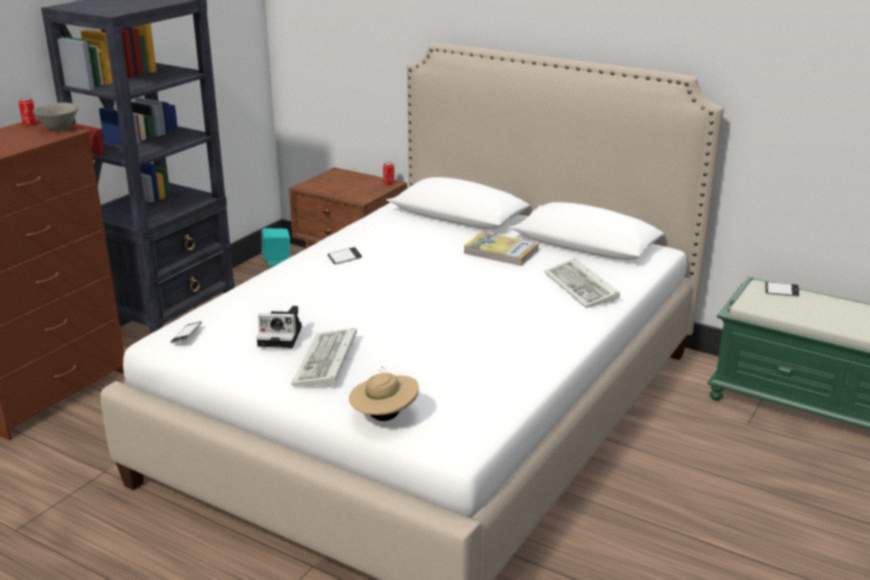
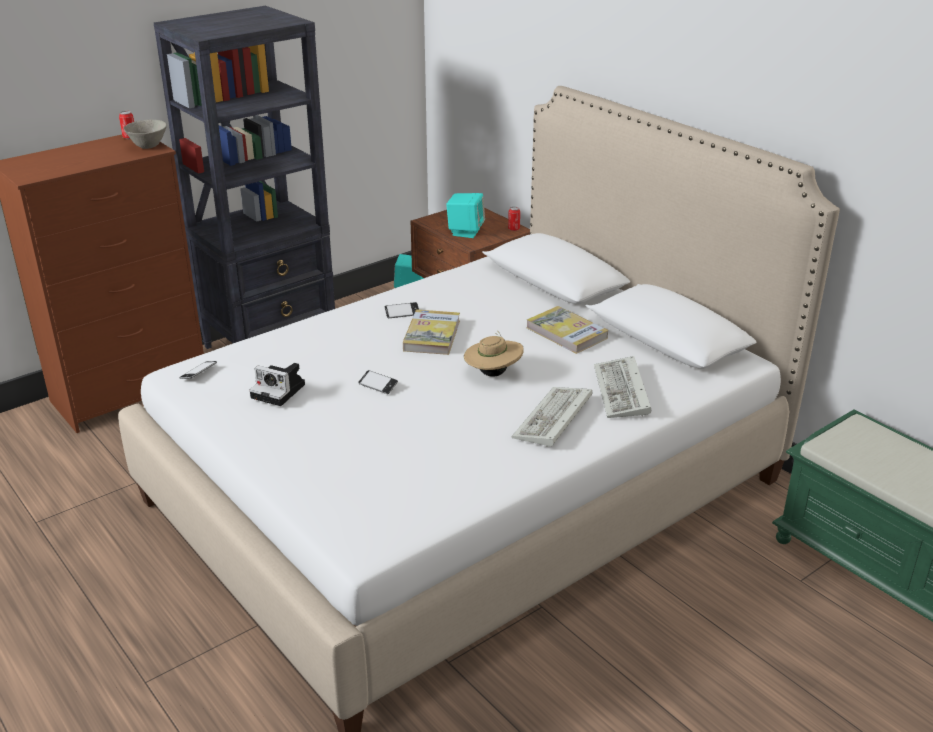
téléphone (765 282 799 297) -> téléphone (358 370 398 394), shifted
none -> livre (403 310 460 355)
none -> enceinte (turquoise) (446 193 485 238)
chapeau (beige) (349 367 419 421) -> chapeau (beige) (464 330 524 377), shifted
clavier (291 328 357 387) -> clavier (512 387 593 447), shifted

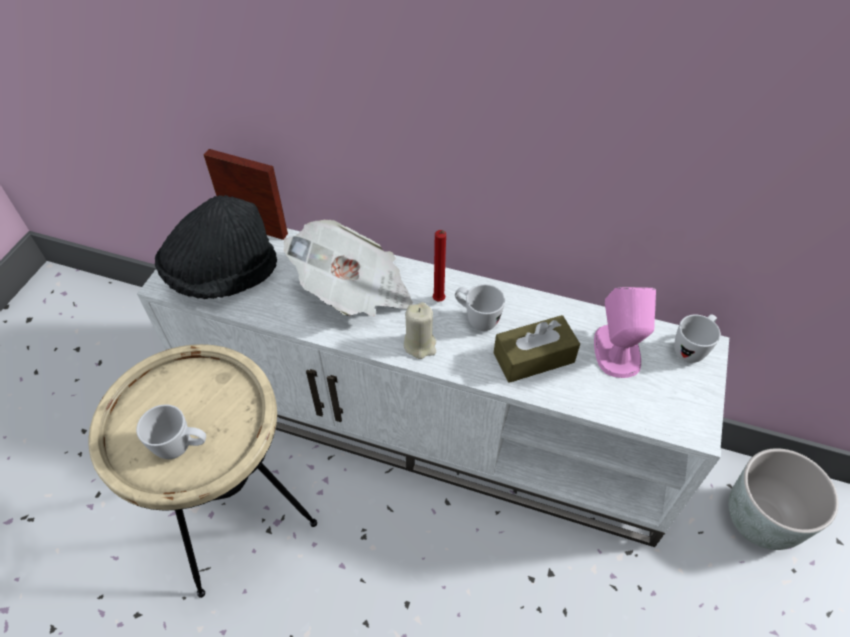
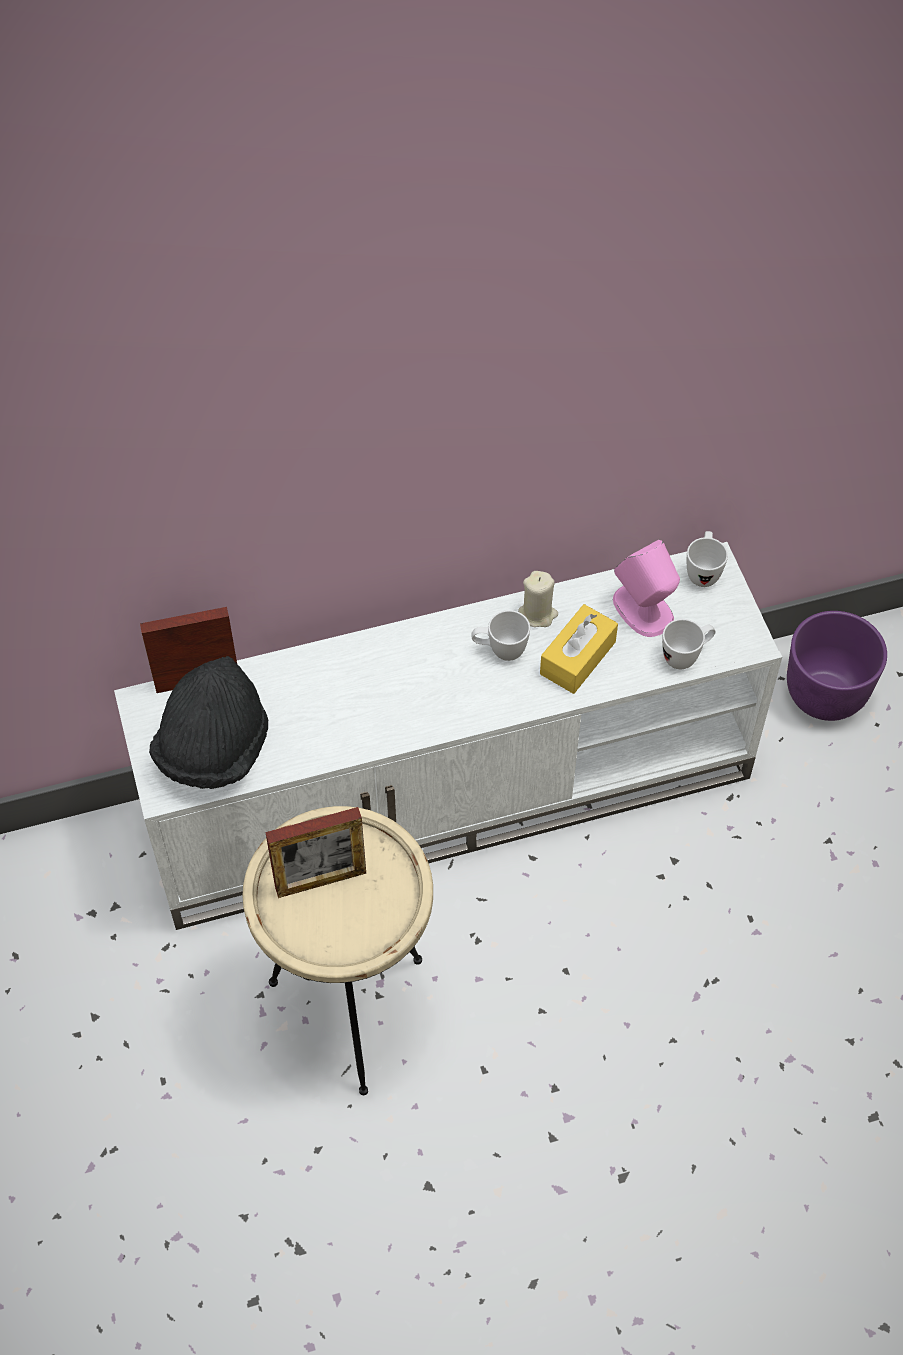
none -> cadre photo (265 807 366 898)
bougie (beige) (404 302 436 359) -> bougie (beige) (518 571 558 627), shifted
boîte à mouchoirs (marron) (494 315 580 383) -> boîte à mouchoirs (jaune) (540 604 618 694)
mug (blanc) (136 404 206 459) -> mug (blanc) (662 619 716 669), shifted
cache-pot (gris) (729 448 839 550) -> cache-pot (violet) (787 611 887 721)
journal (283 220 413 316) -> none
bougie (rouge) (433 230 446 302) -> none

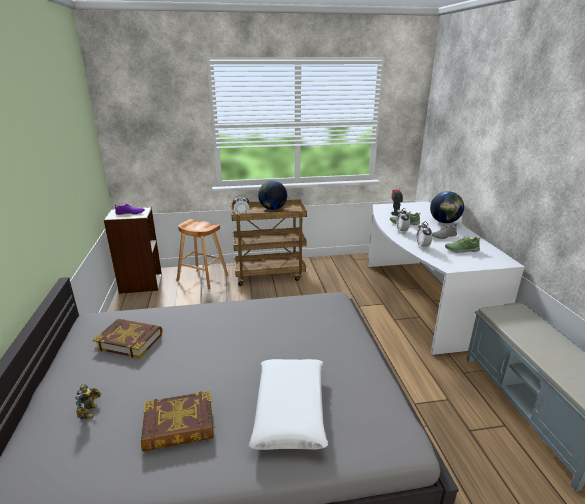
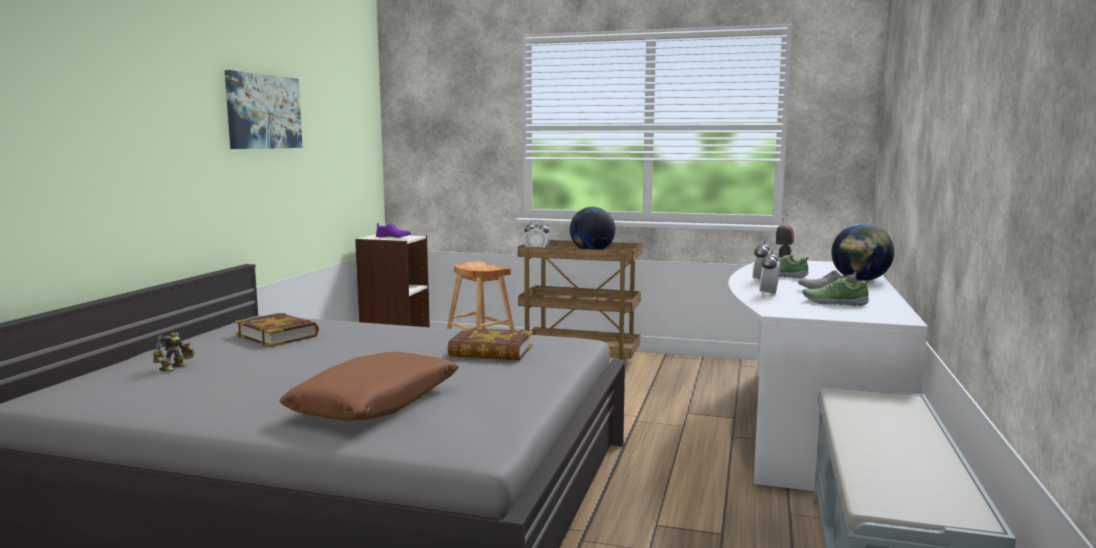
none -> tableau (225 70 303 149)
coussin (blanc) (249 359 328 450) -> coussin (marron) (280 351 459 420)
livre (141 391 214 451) -> livre (448 327 533 360), shifted

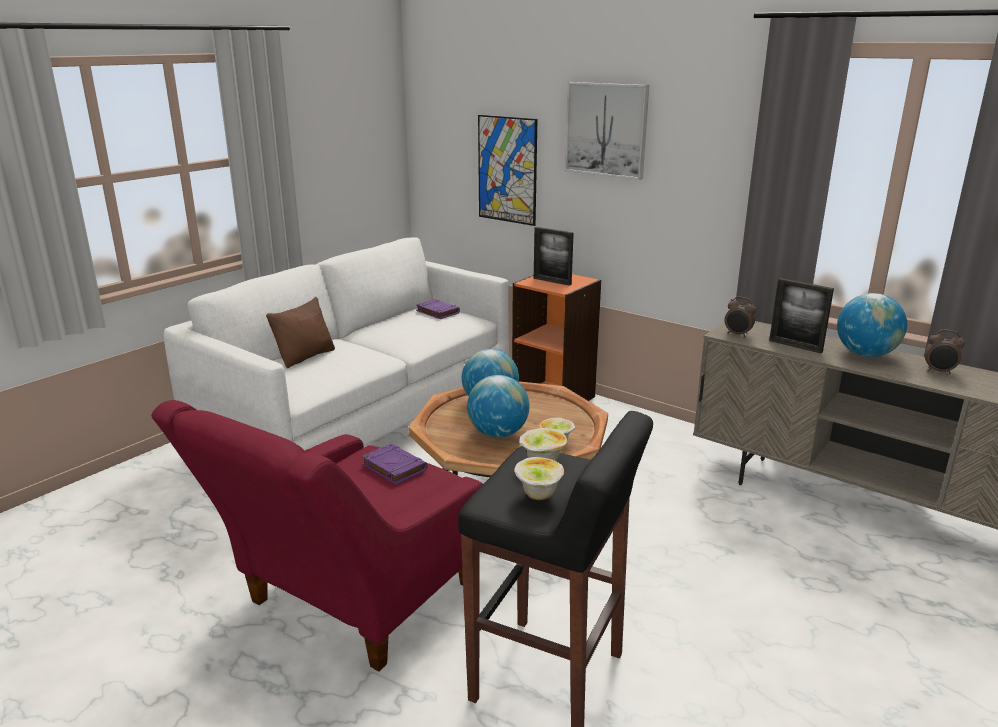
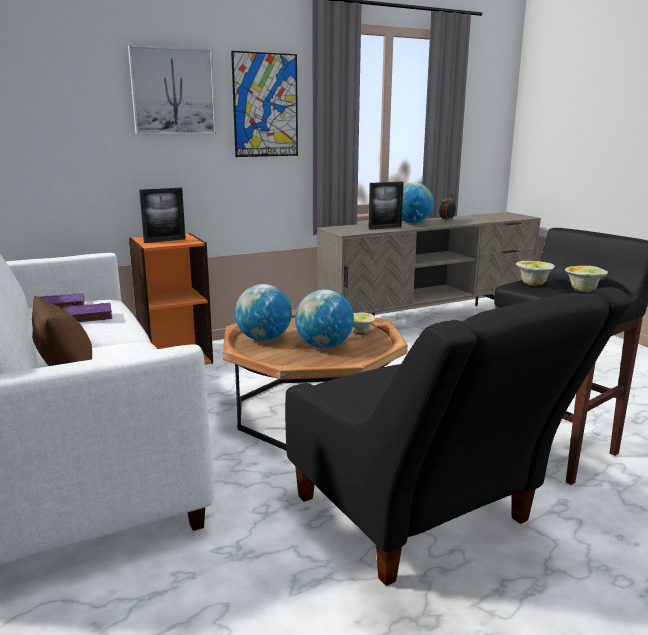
livre (violet) (362 443 428 485) -> livre (violet) (63 303 112 322), shifted
tableau (478 115 537 226) -> tableau (231 51 298 157), shifted
fauteuil (rouge) (151 400 483 671) -> fauteuil (noir) (285 287 632 586)
réveil (724 297 756 337) -> none

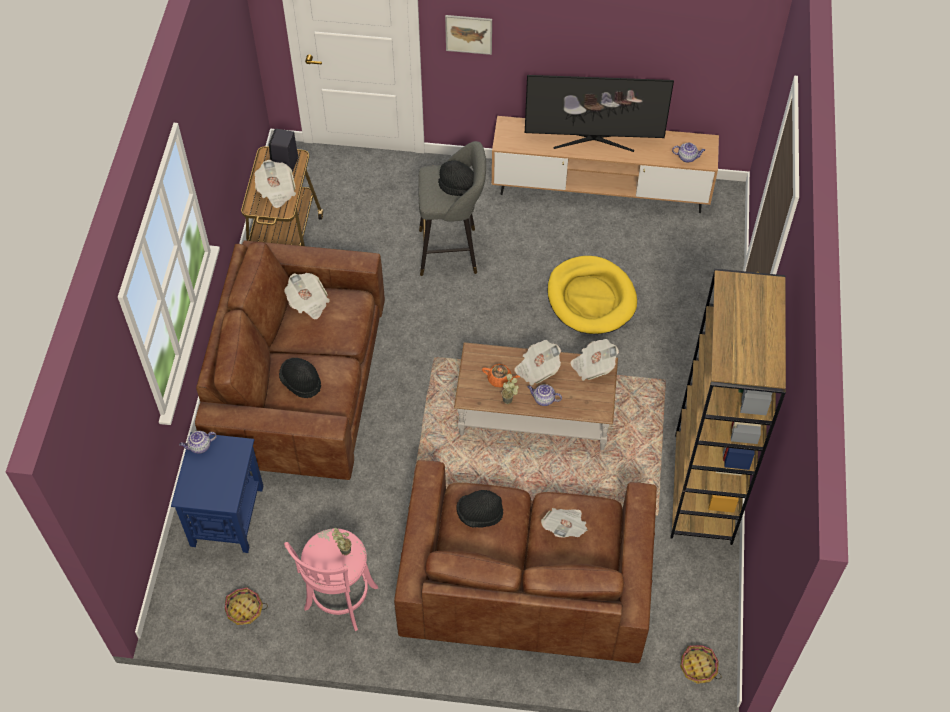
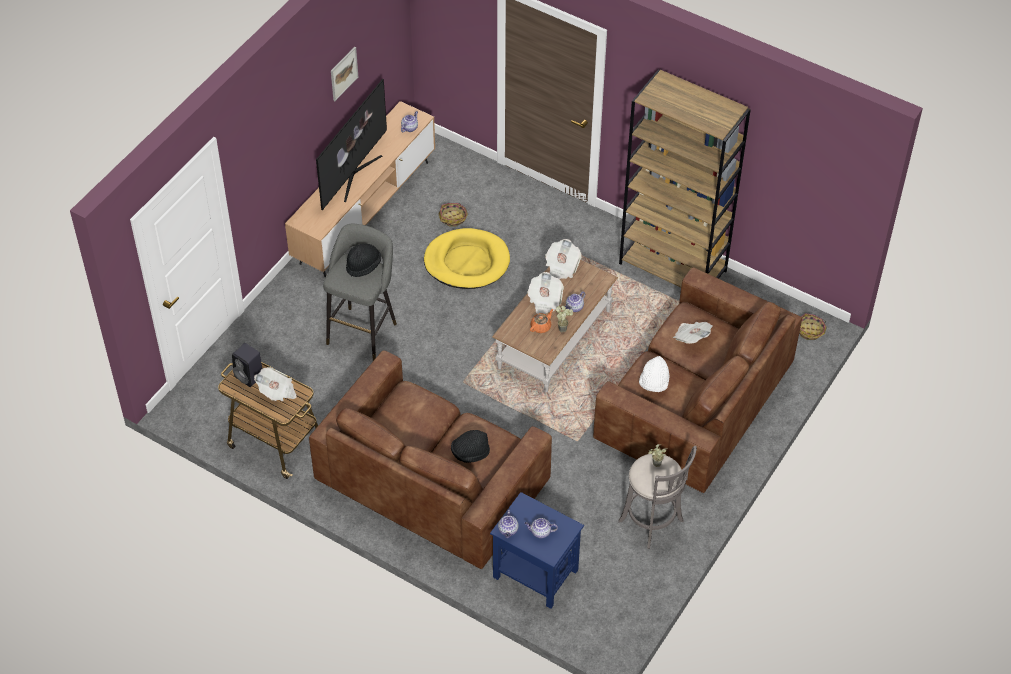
tableau (445 15 492 55) -> tableau (331 47 358 101), shifted
panier (225 587 268 625) -> panier (439 203 468 226), shifted
none -> théière (524 518 558 538)
tabouret (rose) (284 529 378 631) -> tabouret (gris) (618 446 697 549)
chapeau (noir) (456 490 503 528) -> chapeau (blanc) (639 356 670 392)
journal (284 273 330 319) -> none

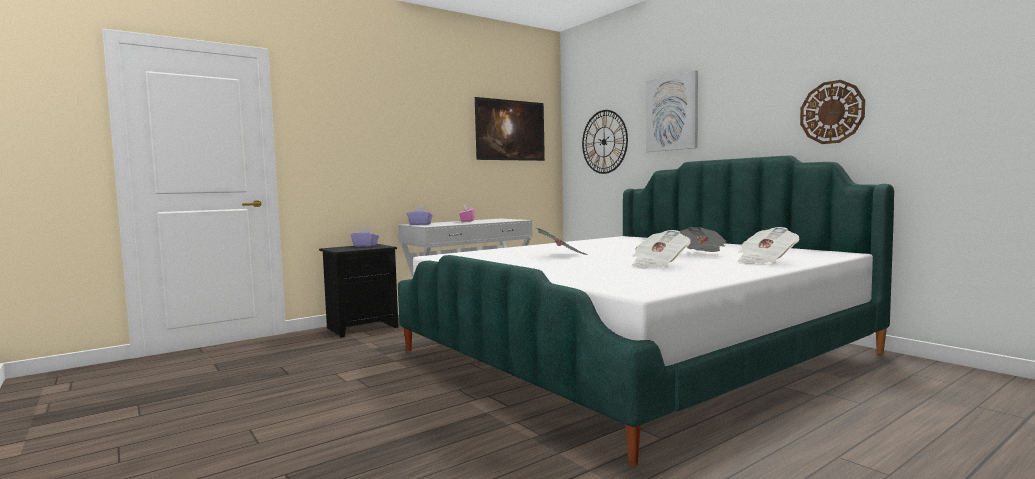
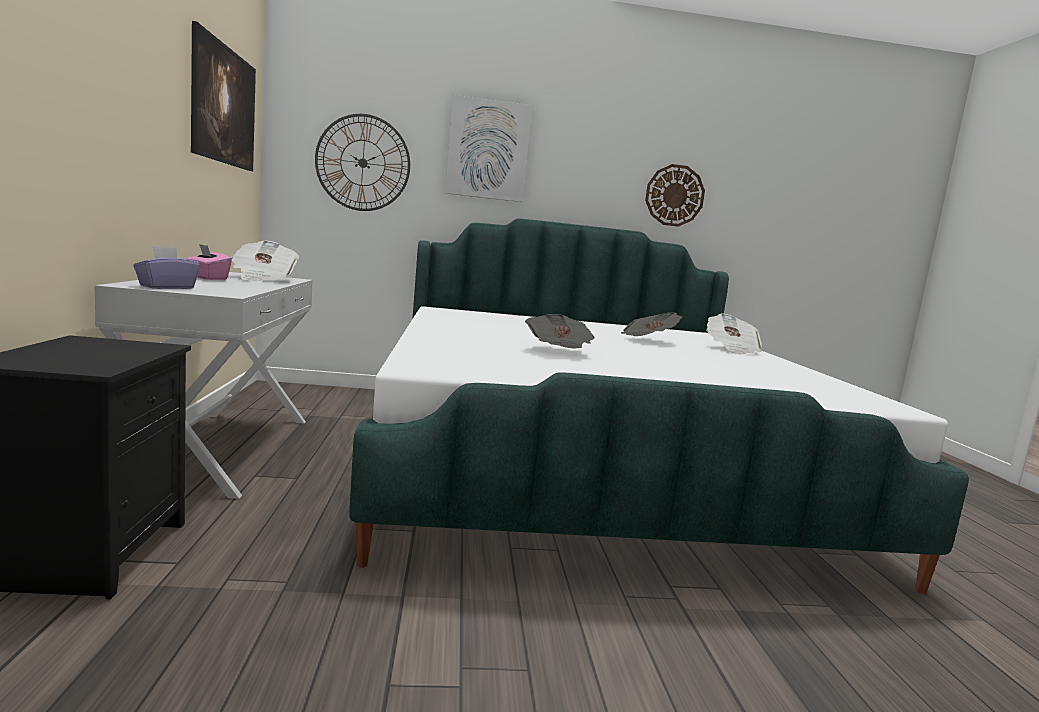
journal (632 230 691 269) -> journal (231 241 299 281), shifted
boîte à mouchoirs (violet) (351 227 379 247) -> none

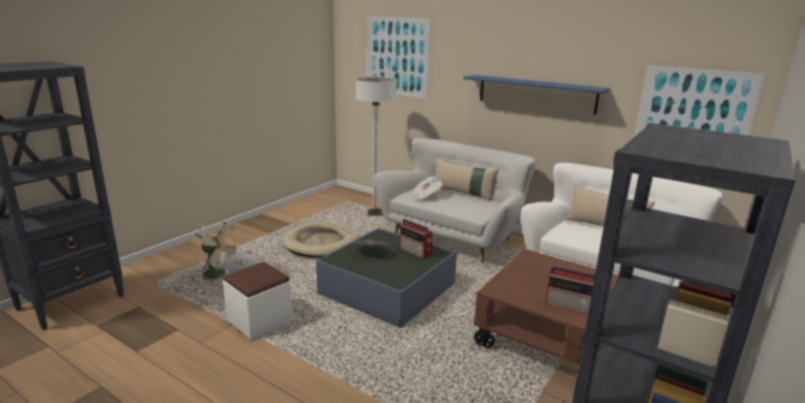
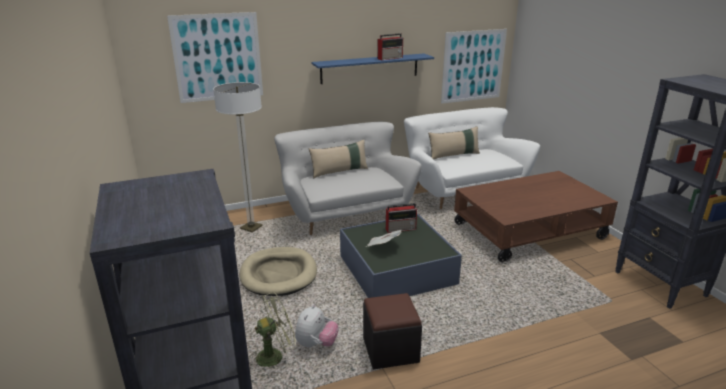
pouf (blanc) (223 262 293 340) -> pouf (noir) (363 293 422 369)
radio (545 266 595 315) -> radio (377 33 403 60), shifted
journal (408 176 443 200) -> none

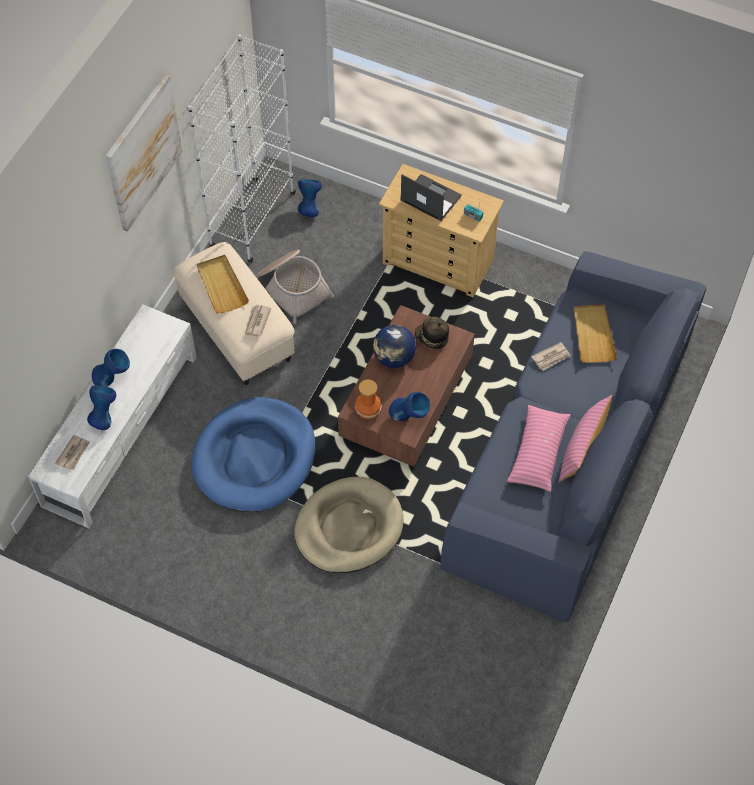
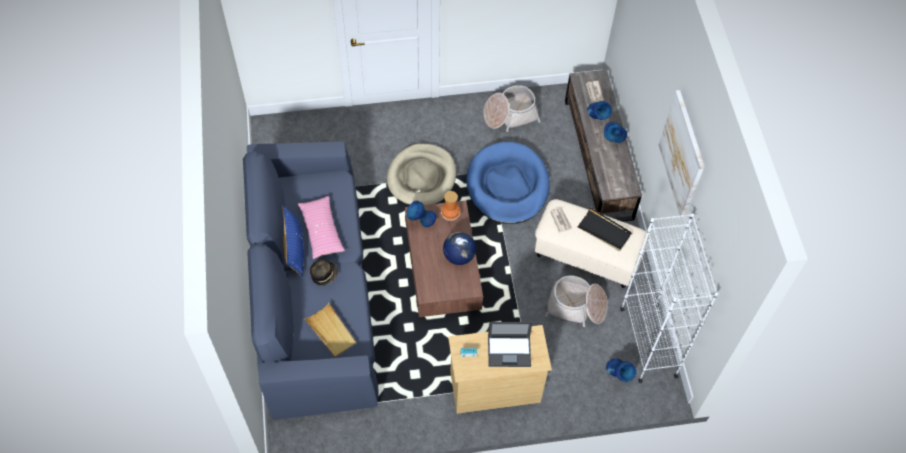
coussin (rose) (559 395 612 483) -> coussin (bleu) (282 205 304 277)
chapeau (415 317 449 349) -> chapeau (310 260 338 286), shifted
none -> panier (483 85 541 132)
meuble télé (blanc) (28 304 197 528) -> meuble télé (marron) (565 70 642 222)
plateau (beige) (197 255 249 314) -> plateau (noir) (577 207 632 251)
journal (531 342 571 371) -> none

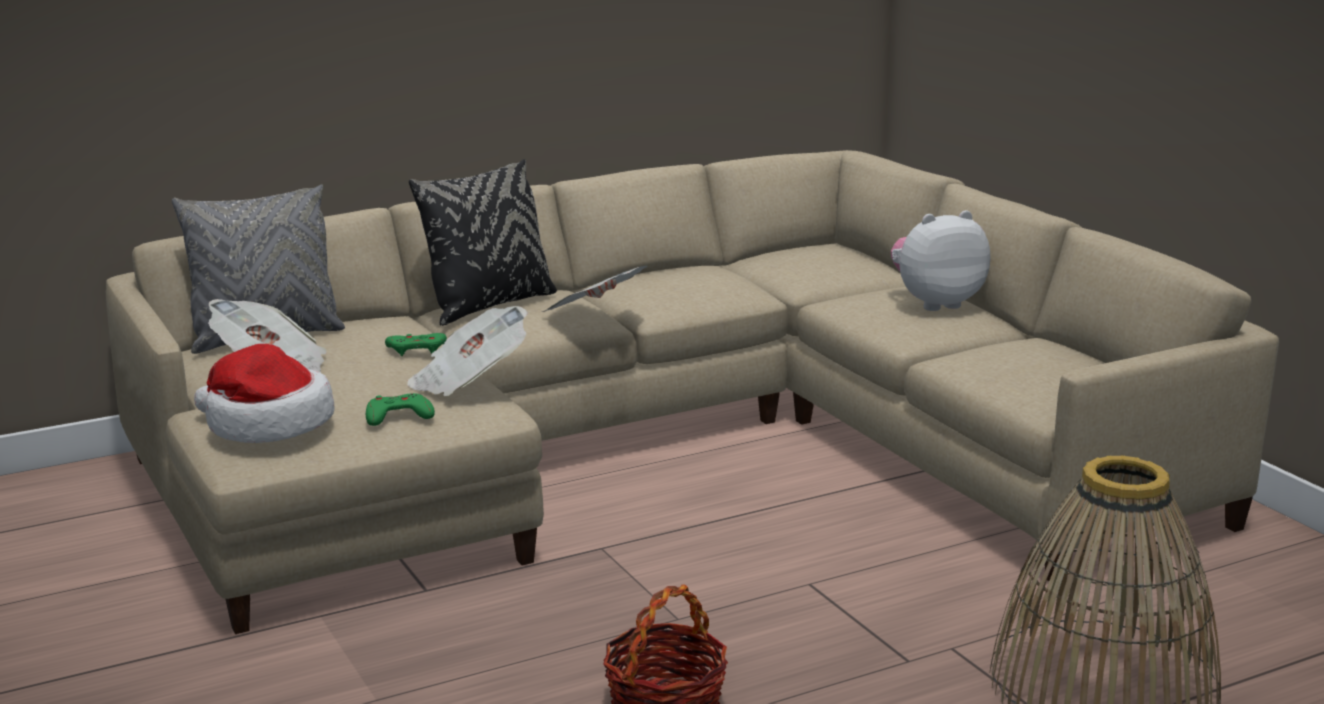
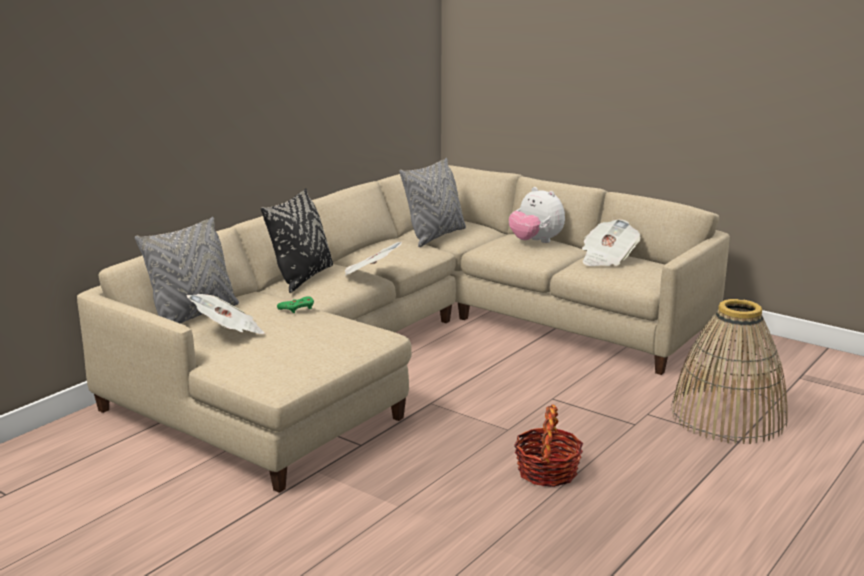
none -> coussin (gris) (399 158 466 247)
peluche (891 210 990 311) -> peluche (509 187 565 243), 90 degrees counterclockwise
journal (407 306 528 396) -> journal (582 219 641 266), shifted
chapeau (194 344 334 443) -> none
manette (vert) (366 393 435 426) -> none

